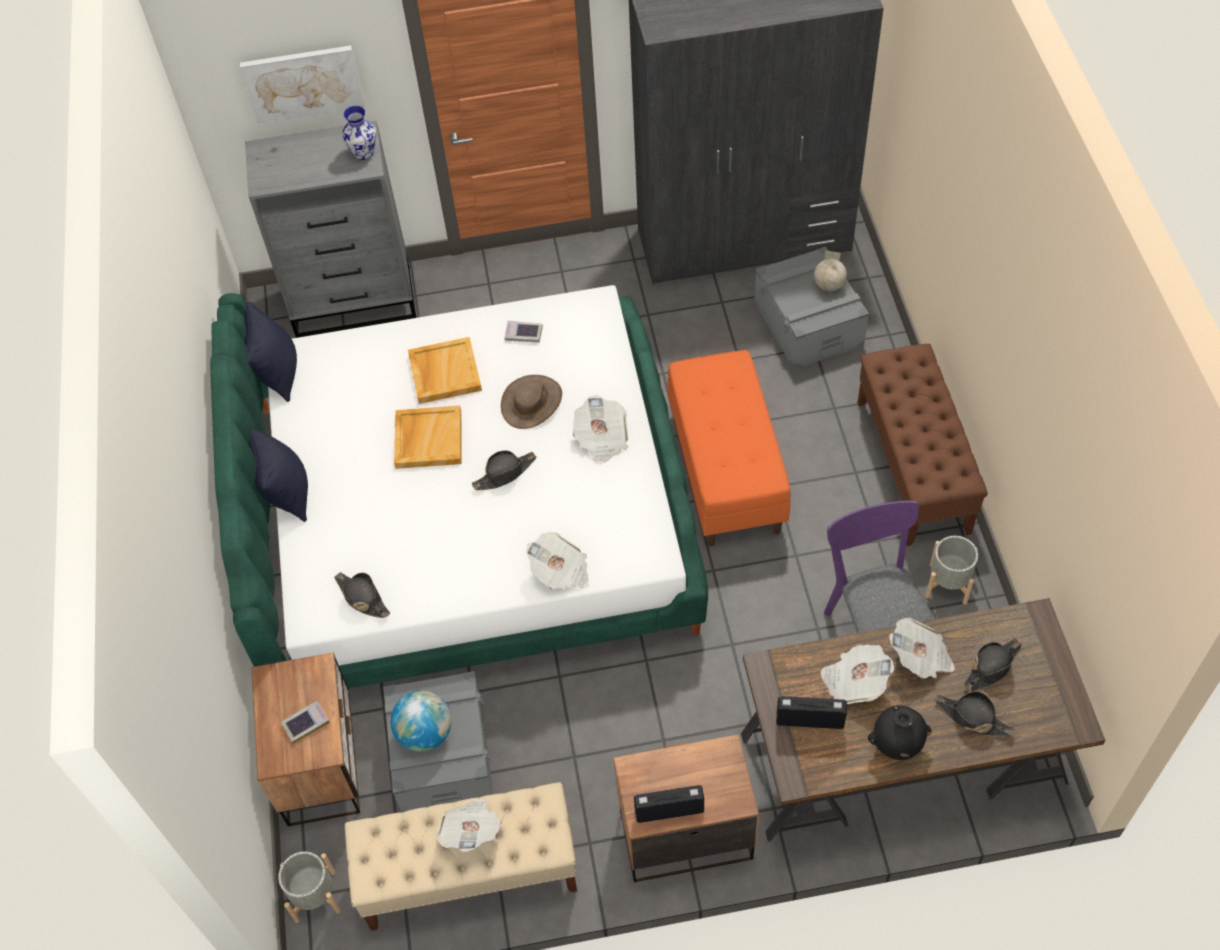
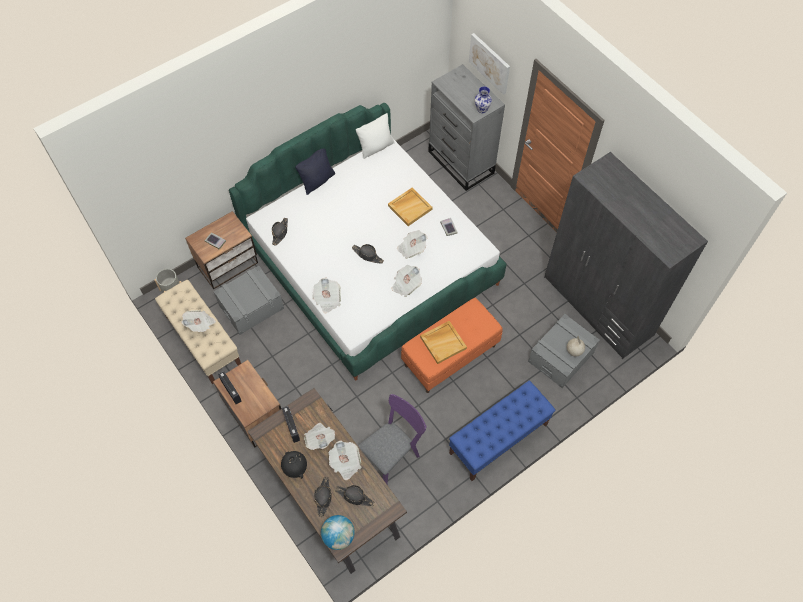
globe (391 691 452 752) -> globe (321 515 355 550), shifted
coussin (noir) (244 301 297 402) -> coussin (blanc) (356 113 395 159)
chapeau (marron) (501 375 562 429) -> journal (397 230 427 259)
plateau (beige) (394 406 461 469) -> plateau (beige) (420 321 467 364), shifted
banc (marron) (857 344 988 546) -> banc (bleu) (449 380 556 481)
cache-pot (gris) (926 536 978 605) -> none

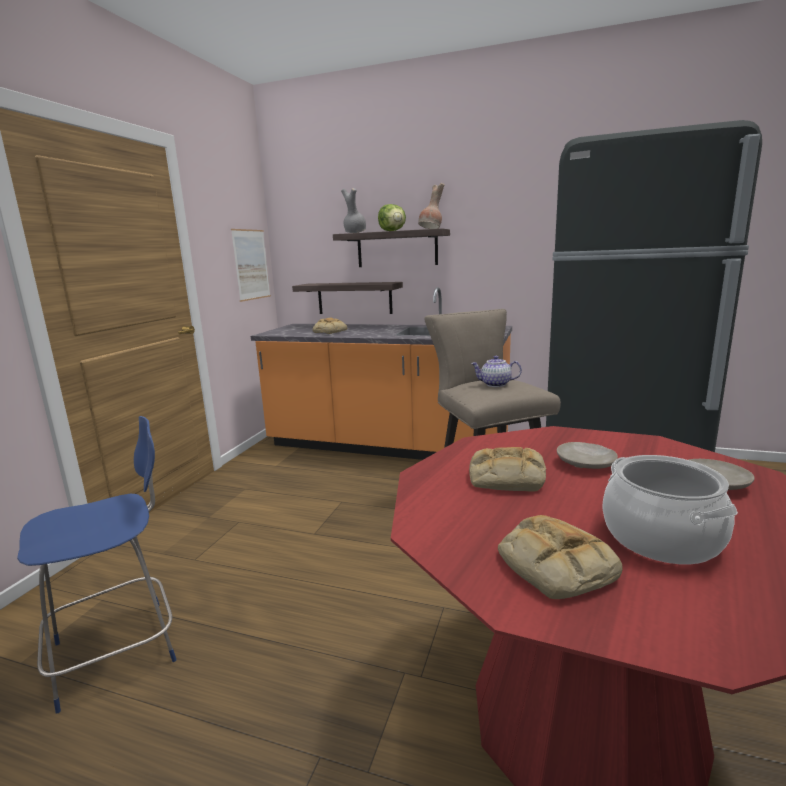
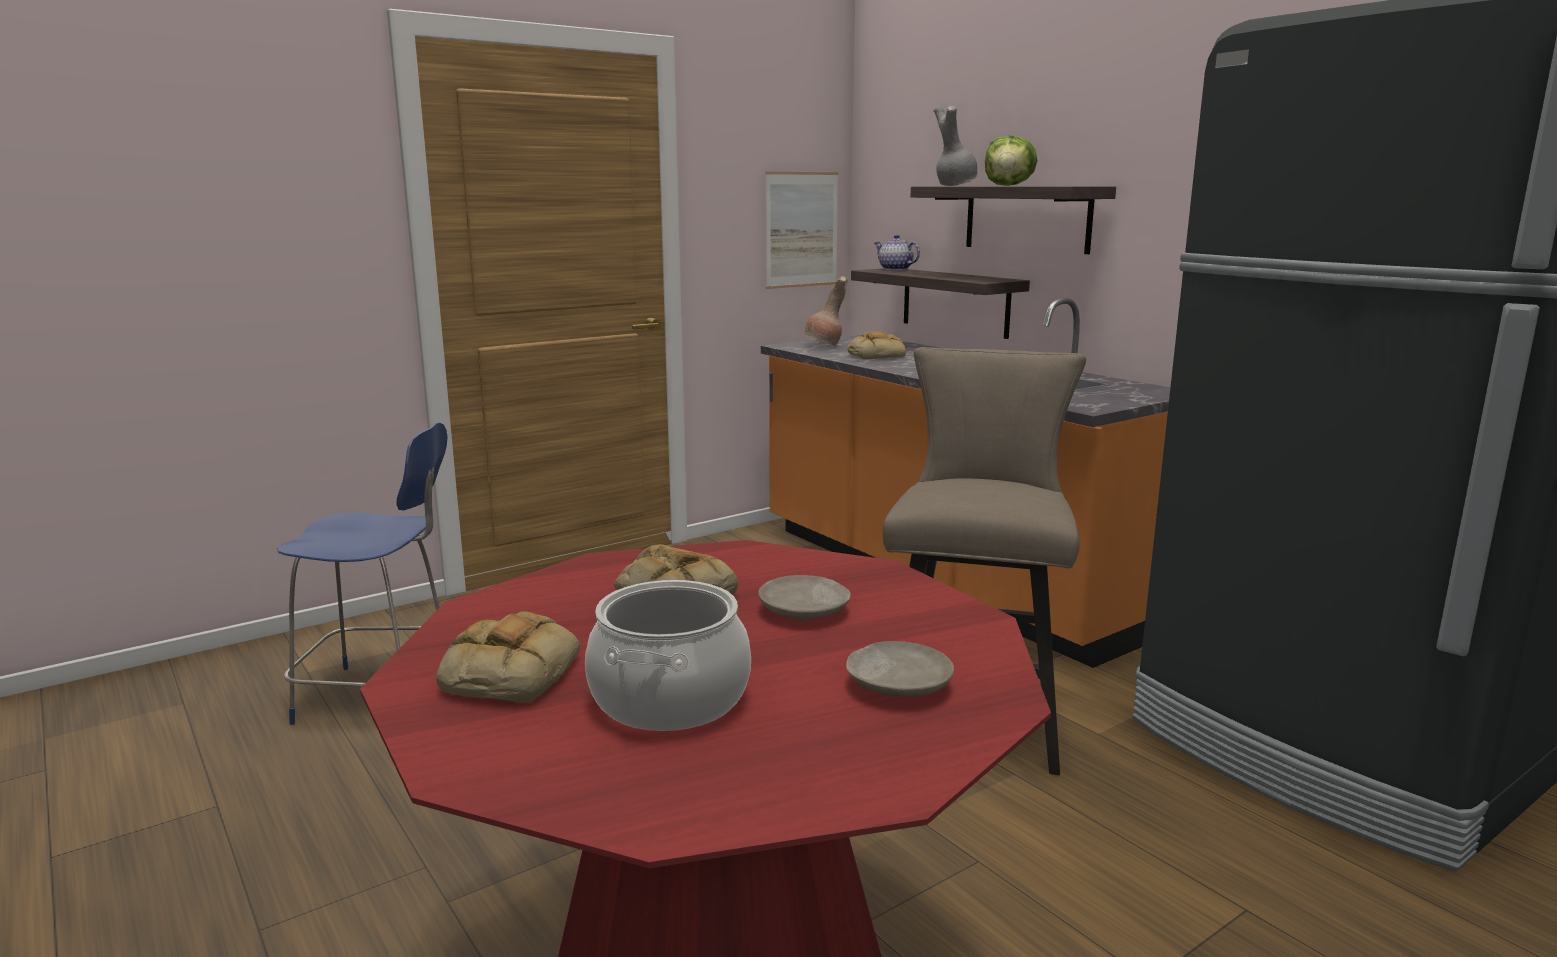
vase (marron) (418 183 445 229) -> vase (marron) (804 276 848 346), shifted
théière (471 356 522 387) -> théière (875 235 920 270), shifted

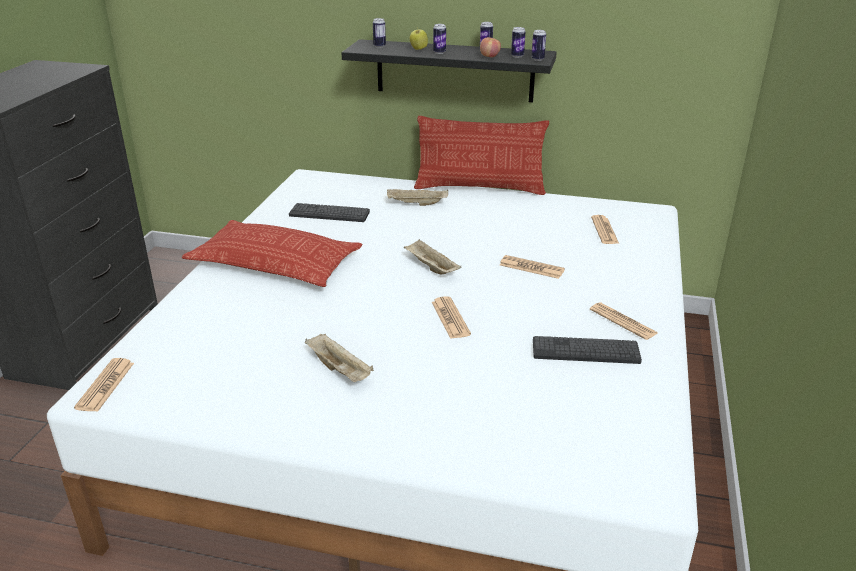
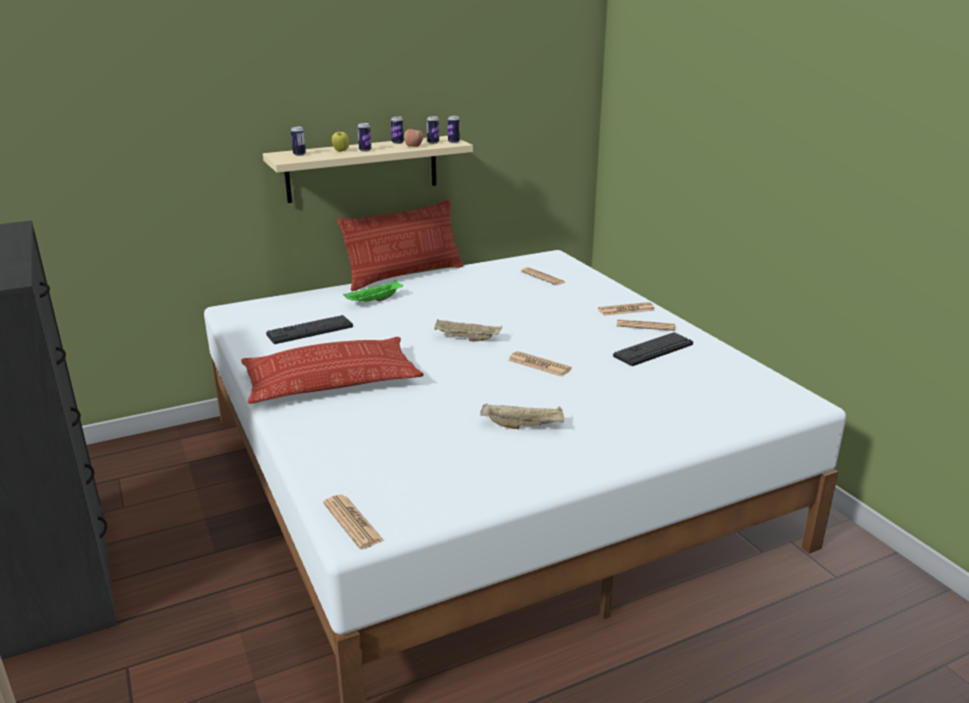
étagère (noir) (342 39 557 102) -> étagère (beige) (263 136 473 203)
plateau (beige) (387 189 448 206) -> plateau (vert) (343 280 403 302)
journal (500 255 565 279) -> journal (598 302 655 316), shifted

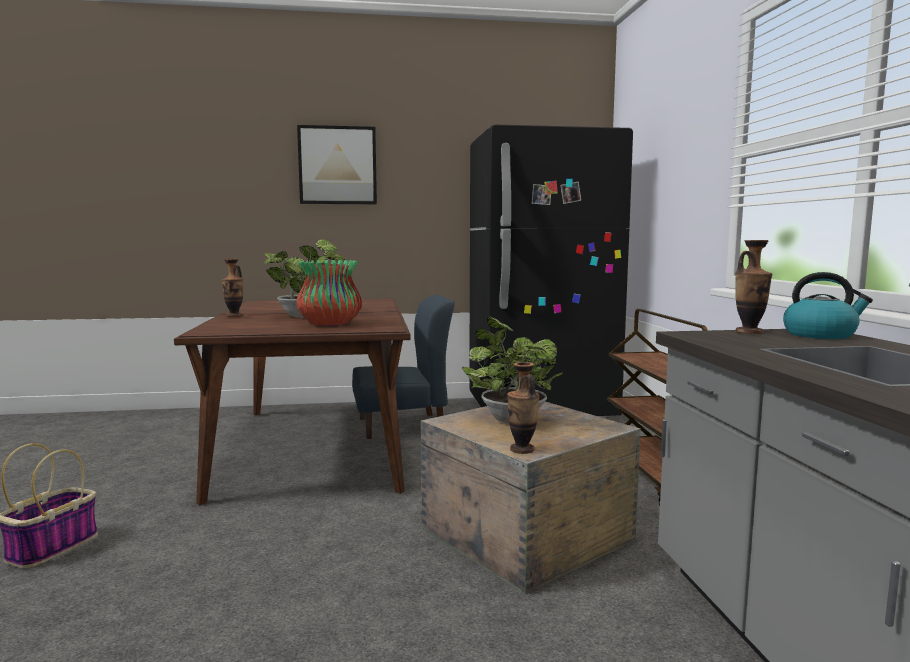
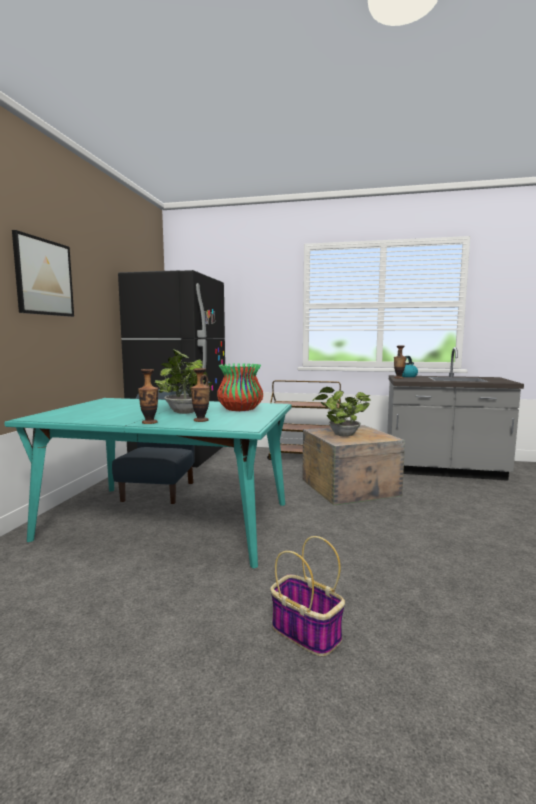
table à manger (marron) (174 299 411 505) -> table à manger (turquoise) (4 398 292 568)
vase (507 362 539 454) -> vase (191 368 210 422), shifted

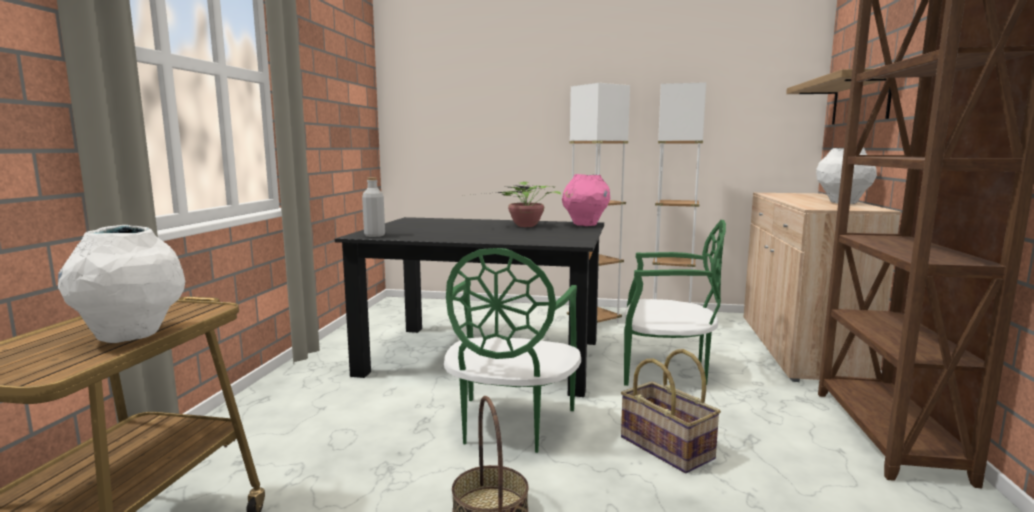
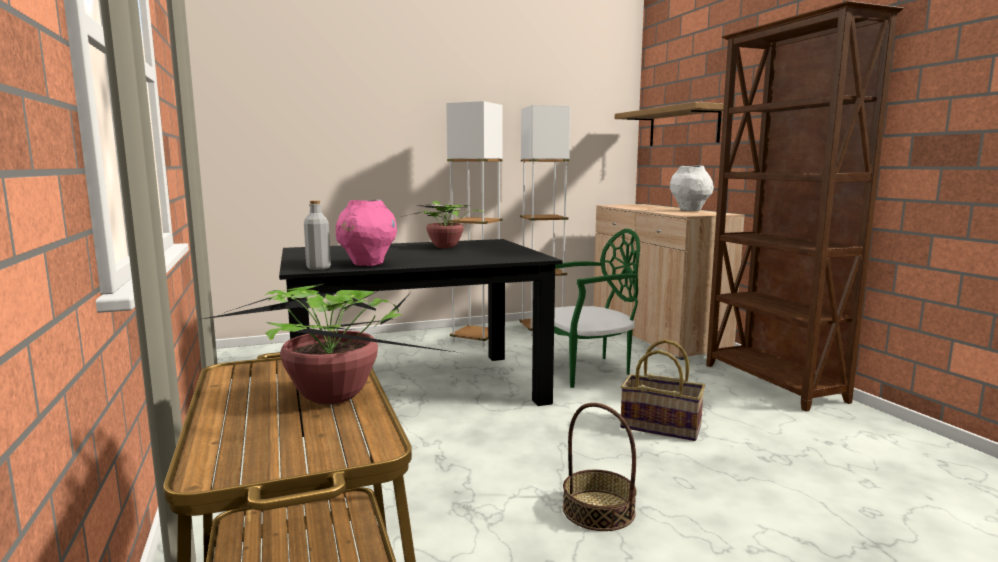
vase (blanc) (58 225 185 343) -> plante en pot (198 284 460 405)
vase (rose) (562 174 610 226) -> vase (rose) (336 200 397 266), shifted
chaise (vert) (444 248 581 453) -> none

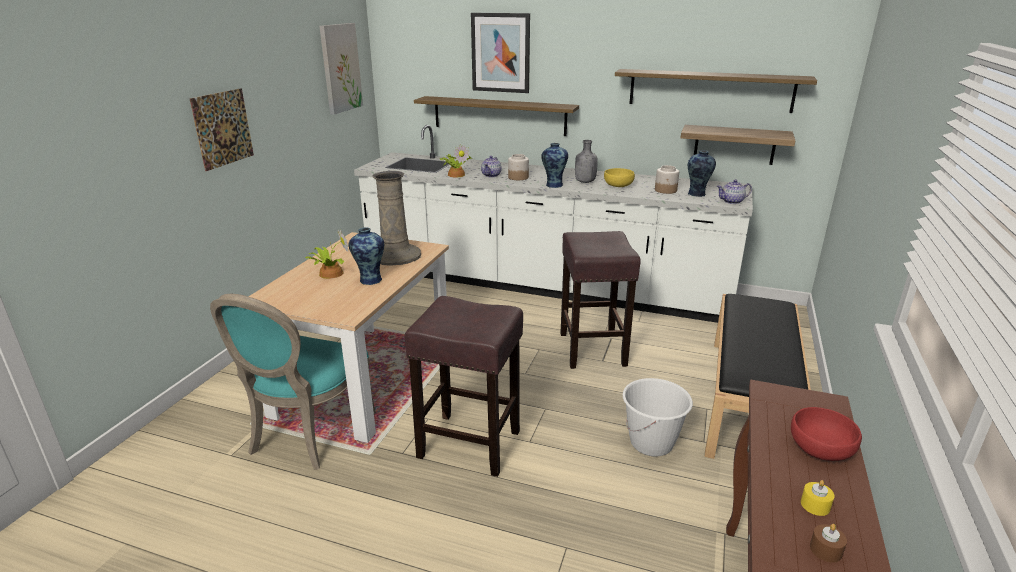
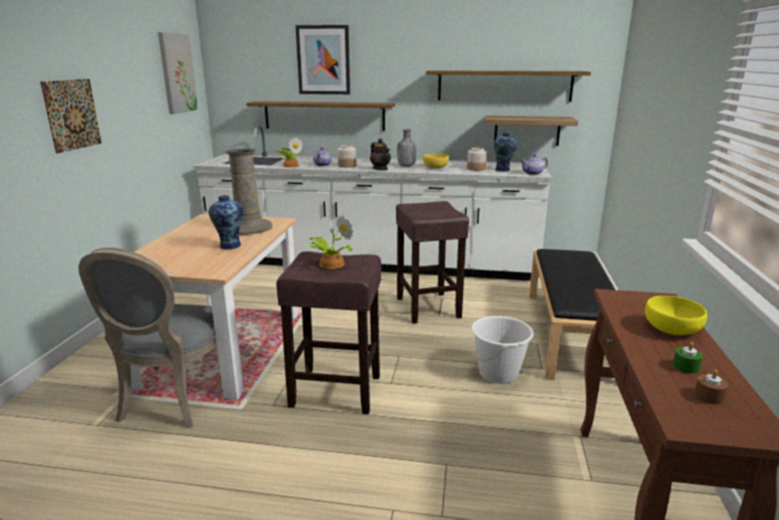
chaise (turquoise) (210 294 376 470) -> chaise (gris) (79 248 217 428)
plante en pot (305 230 349 279) -> plante en pot (308 215 353 269), shifted
vase (541 143 568 188) -> théière (370 138 391 170)
bol (rouge) (791 407 862 461) -> bol (jaune) (645 296 707 335)
bougie (jaune) (801 480 834 516) -> bougie (vert) (673 341 703 374)

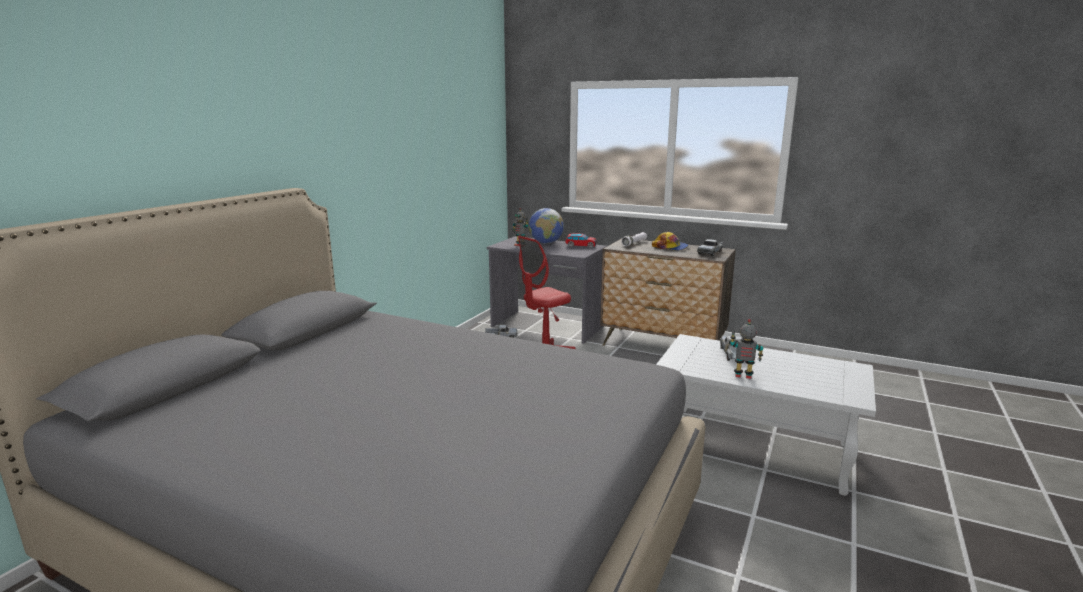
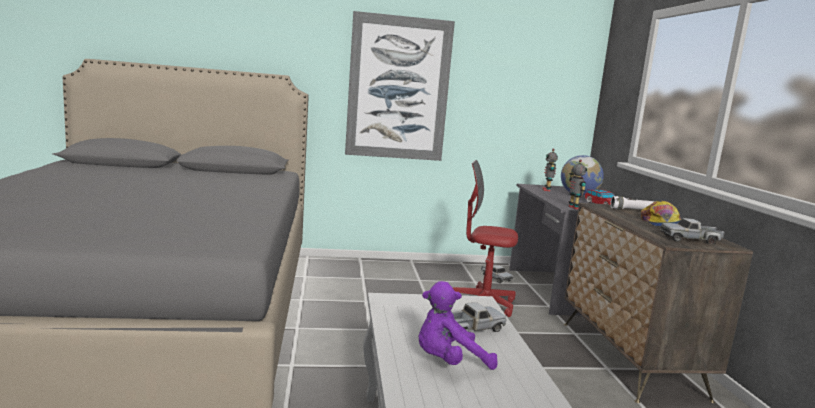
none -> tableau (345 11 455 161)
none -> peluche (violet) (418 281 498 370)
robot jouet (730 319 764 379) -> robot jouet (568 159 587 209), shifted

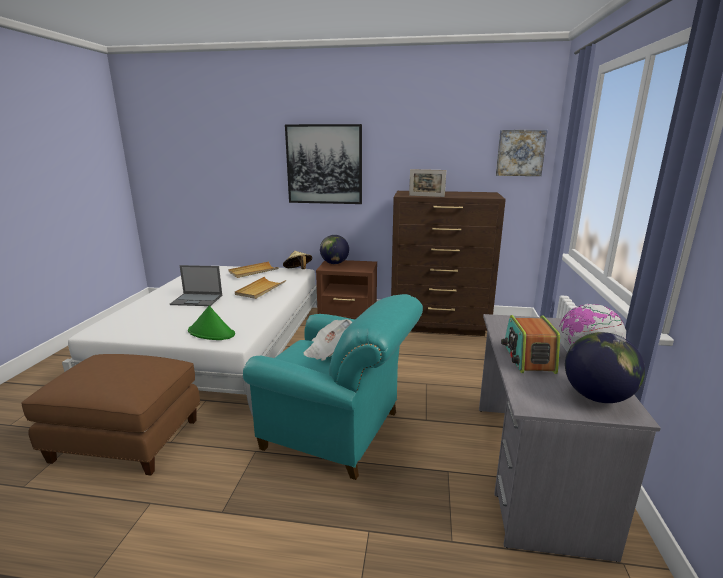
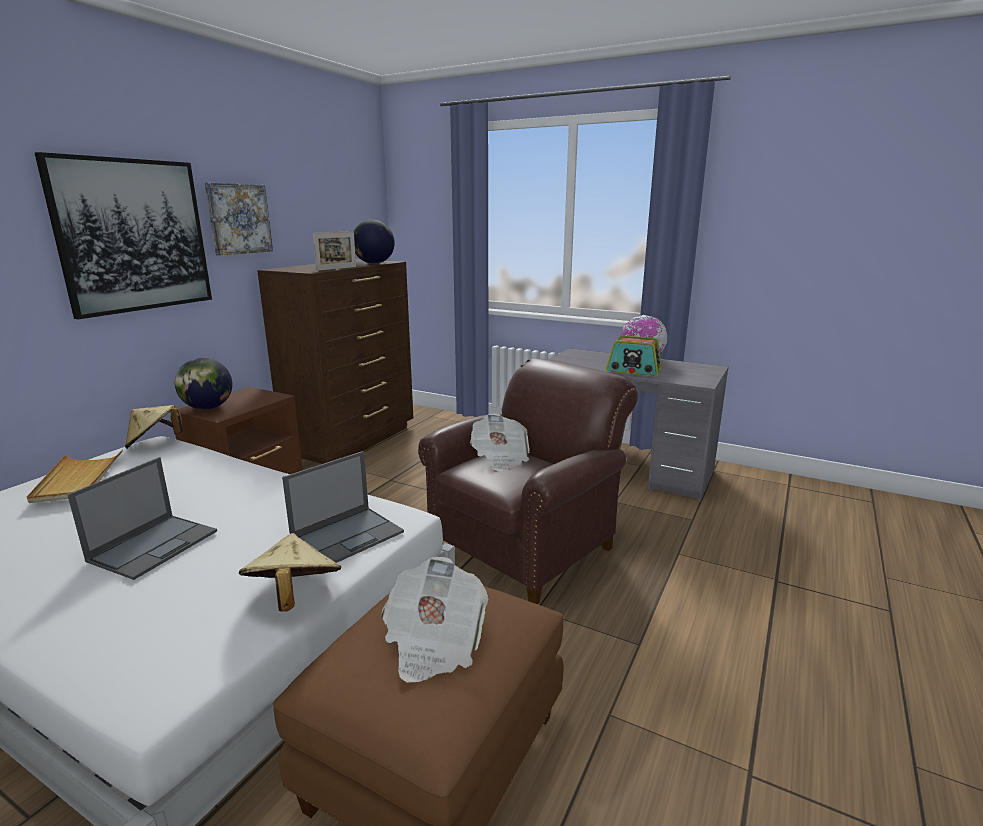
tableau (496 130 548 176) -> tableau (205 183 273 256), shifted
none -> chapeau (beige) (239 533 341 612)
chapeau (vert) (188 306 235 340) -> ordinateur portable (282 451 404 563)
globe (565 332 645 403) -> globe (354 220 395 264), shifted
none -> journal (382 557 489 683)
fauteuil (turquoise) (243 294 423 480) -> fauteuil (marron) (418 358 638 604)
plateau (beige) (235 277 286 299) -> none

